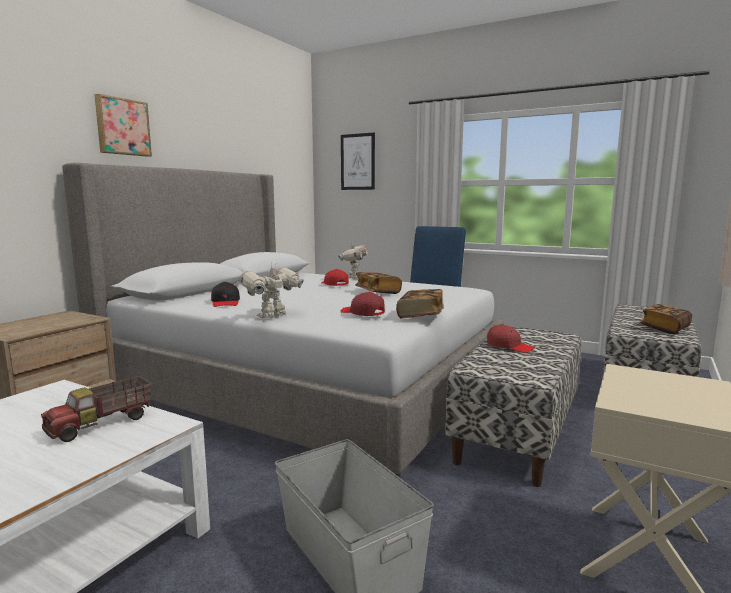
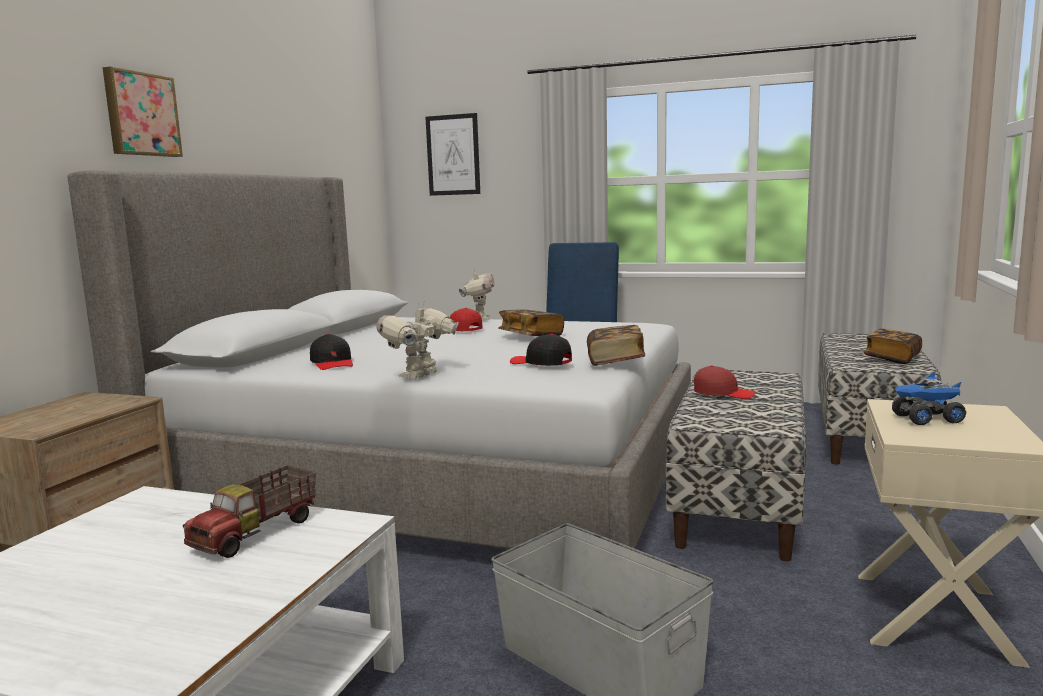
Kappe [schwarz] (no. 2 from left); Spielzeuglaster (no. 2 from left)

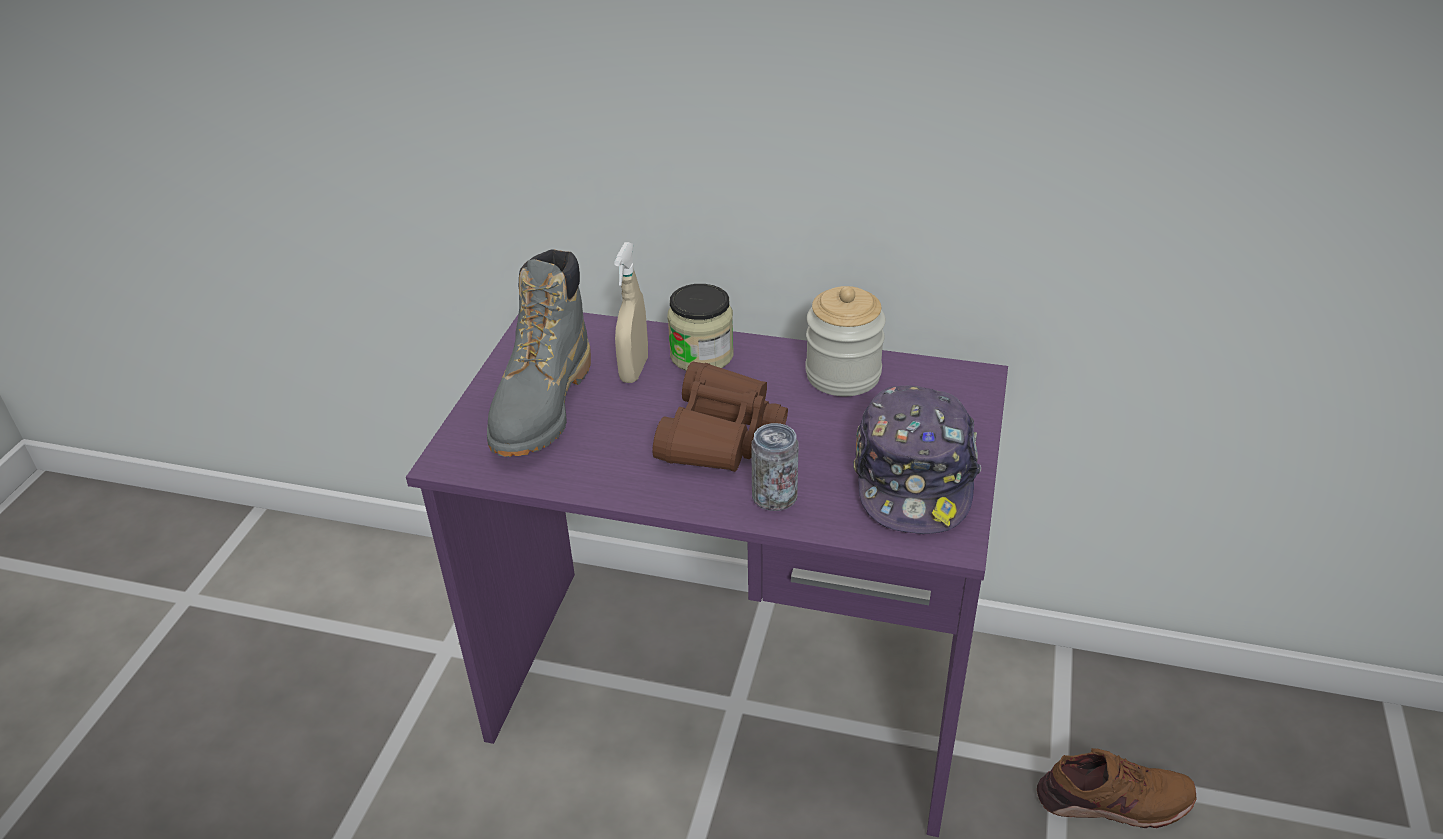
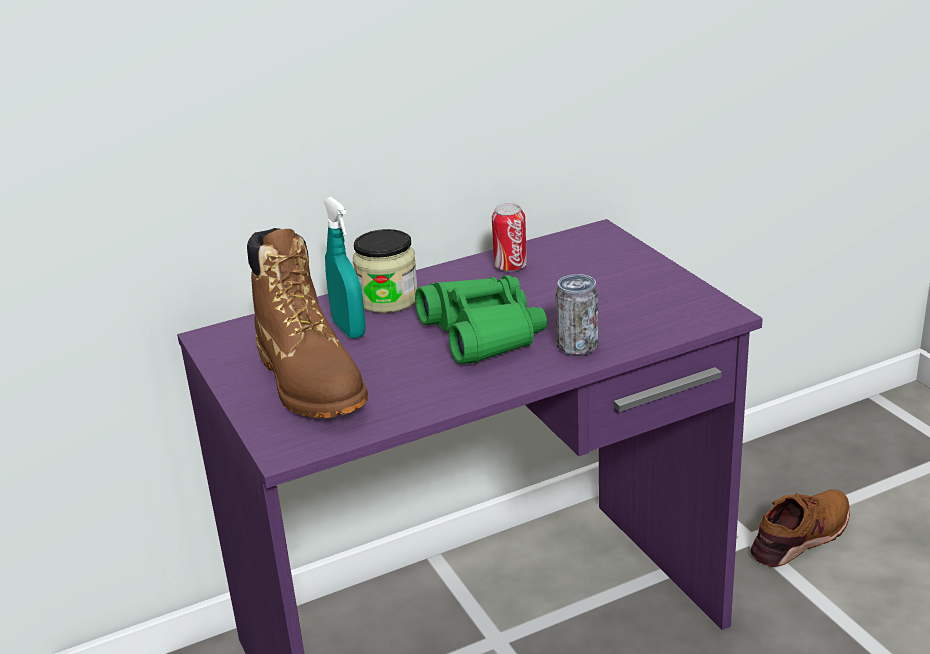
Sprühflasche [türkis]; Stiefel [braun]; Dose (no. 1 from left); Fernglas [grün]; Kappe

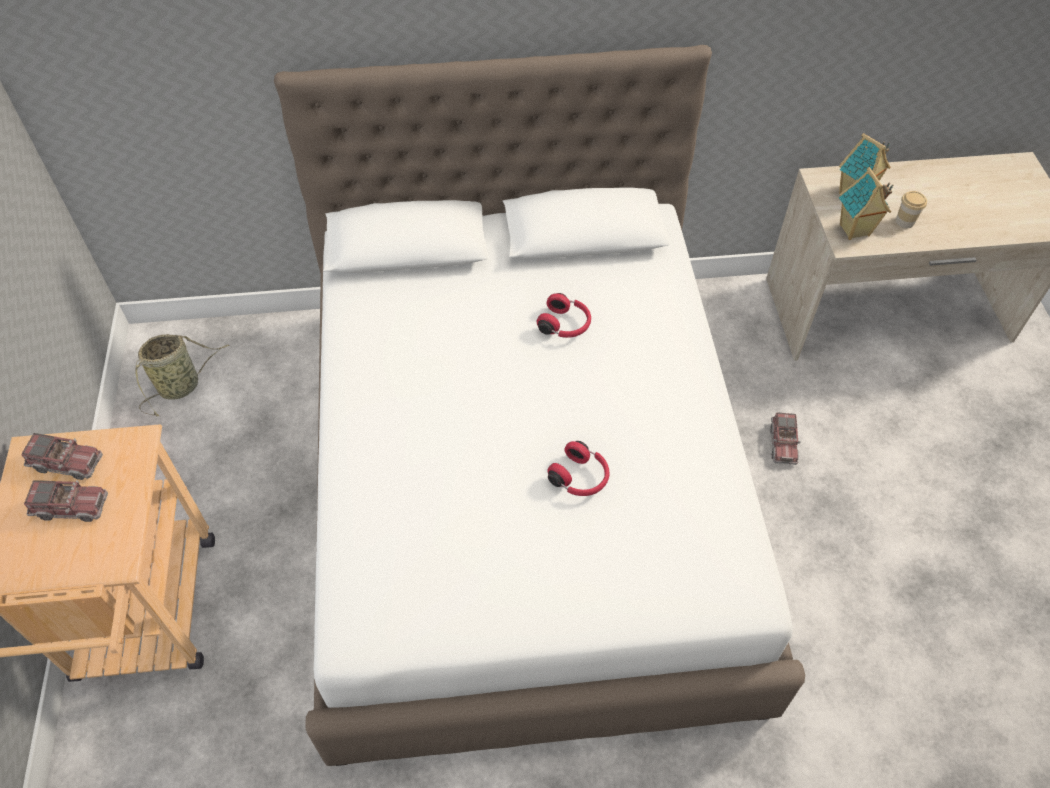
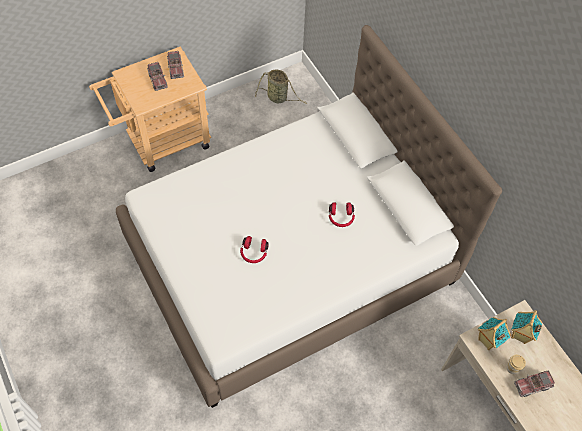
Spielzeuglaster (no. 3 from left)

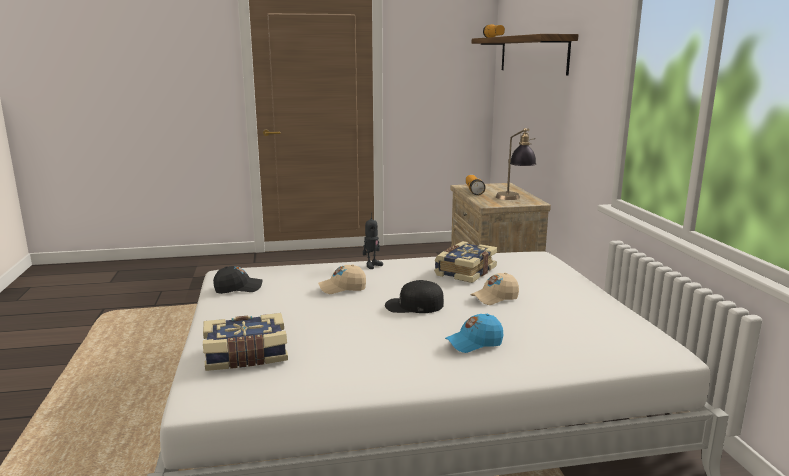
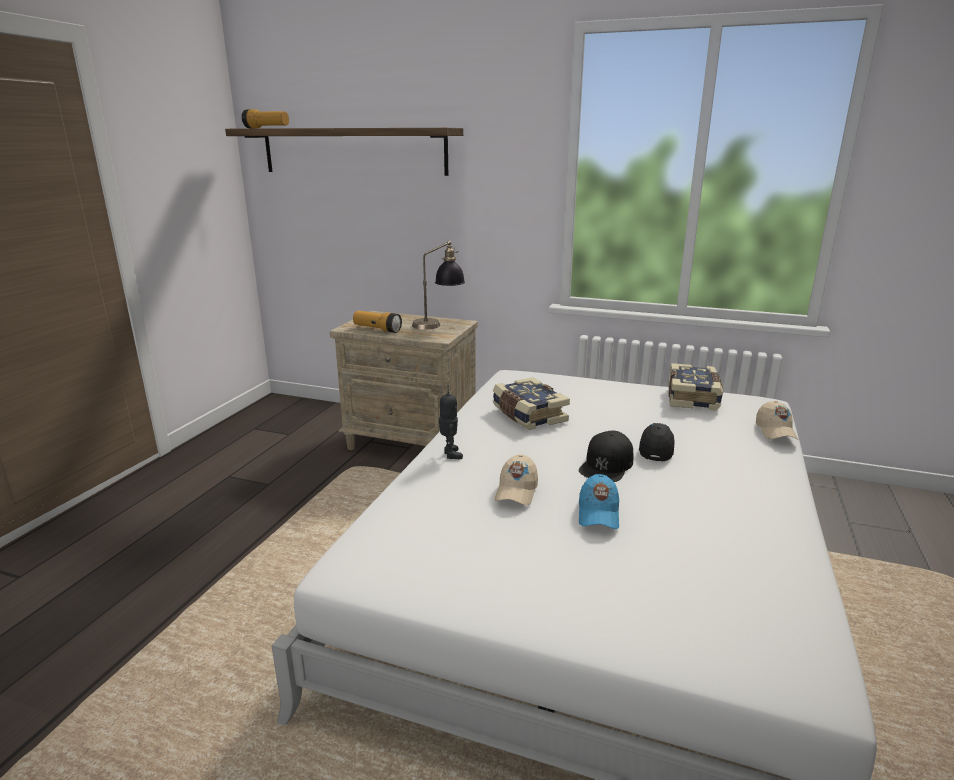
Kappe [schwarz] (no. 2 from left); Kappe [beige] (no. 2 from left); Buch (no. 2 from left); Kappe [blau]

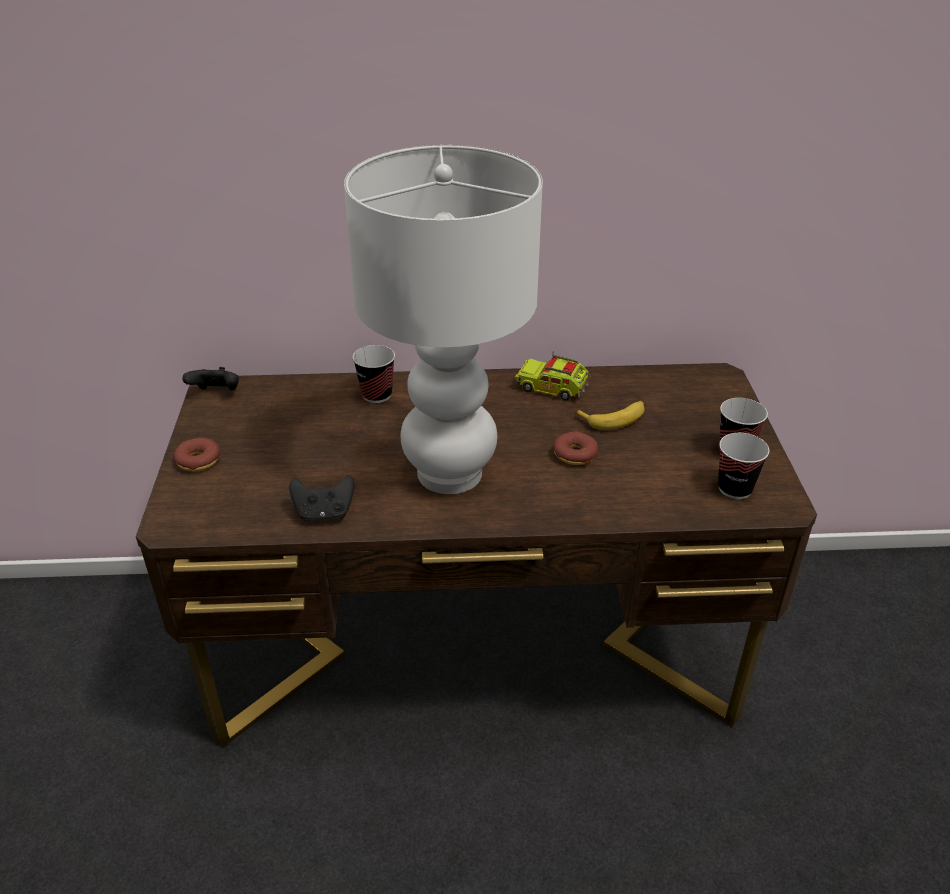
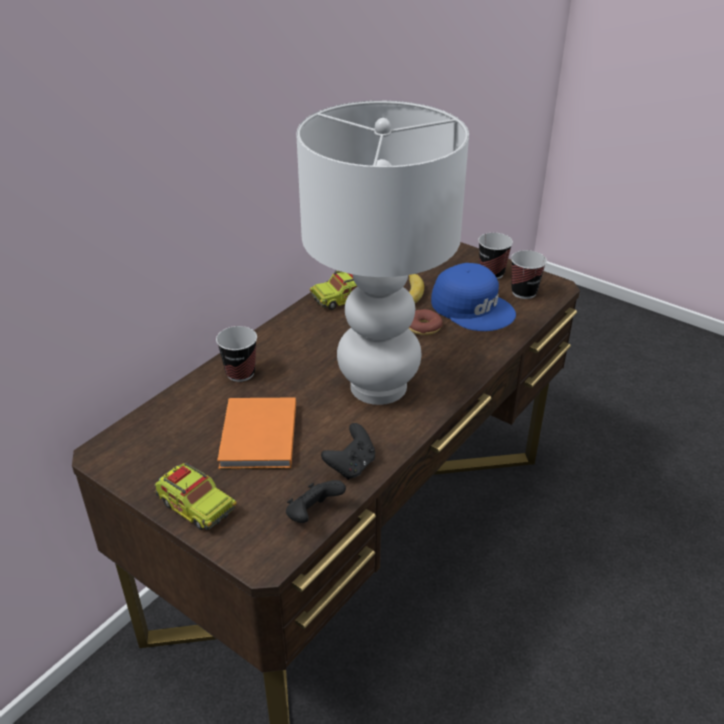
Gamepad [schwarz] (no. 1 from left); Spielzeuglaster (no. 1 from left); Kappe [blau]; Buch [orange]

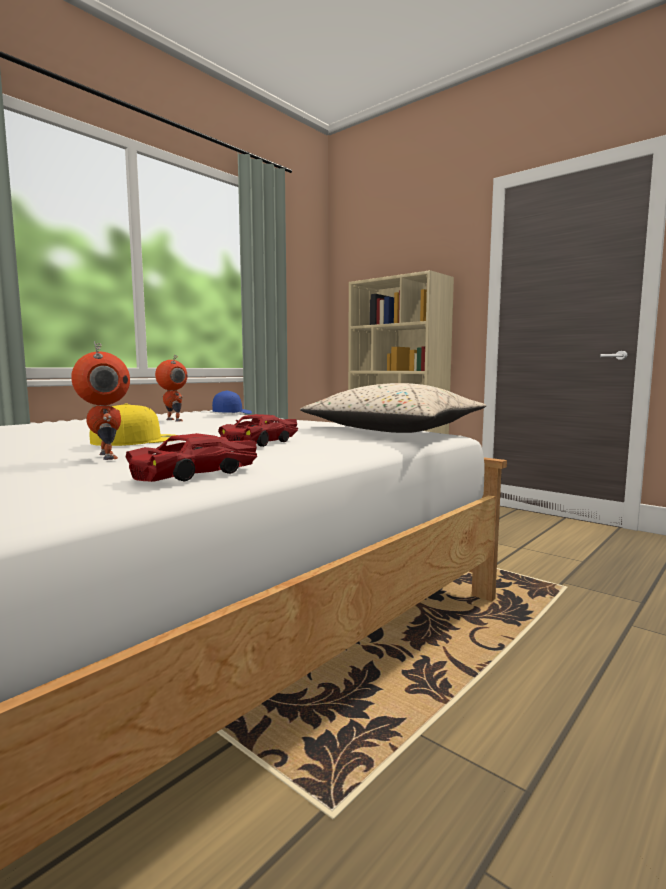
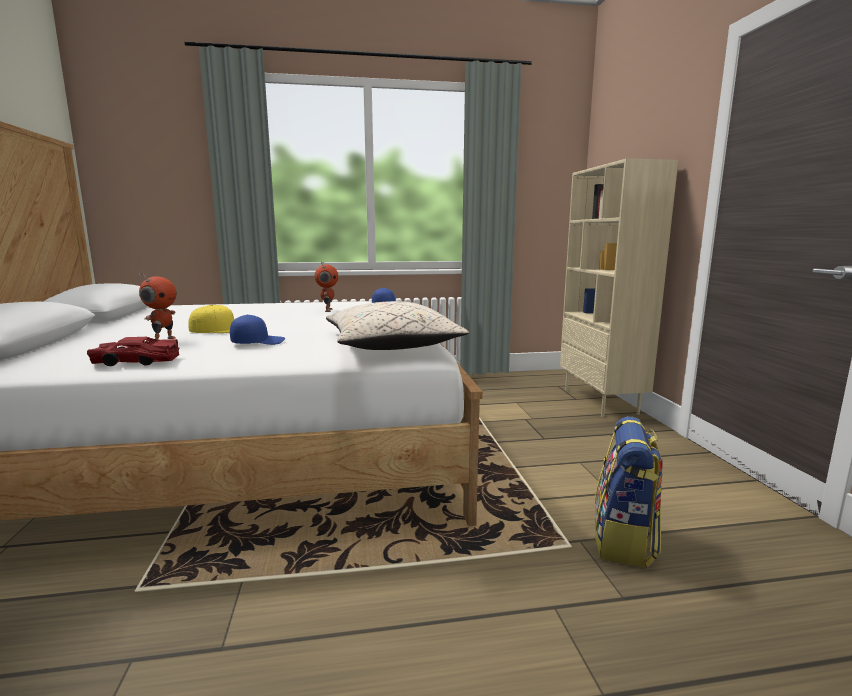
Kappe [blau] (no. 1 from left); Rucksack

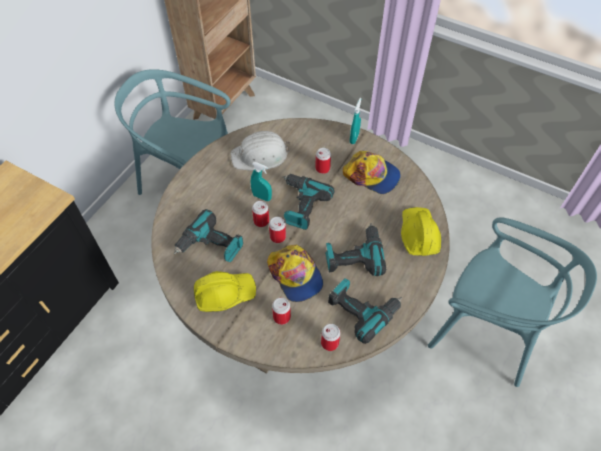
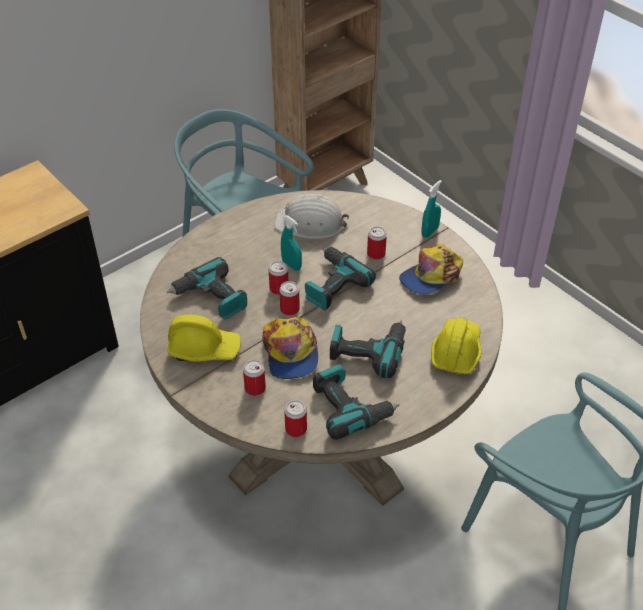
Kappe (no. 2 from left)

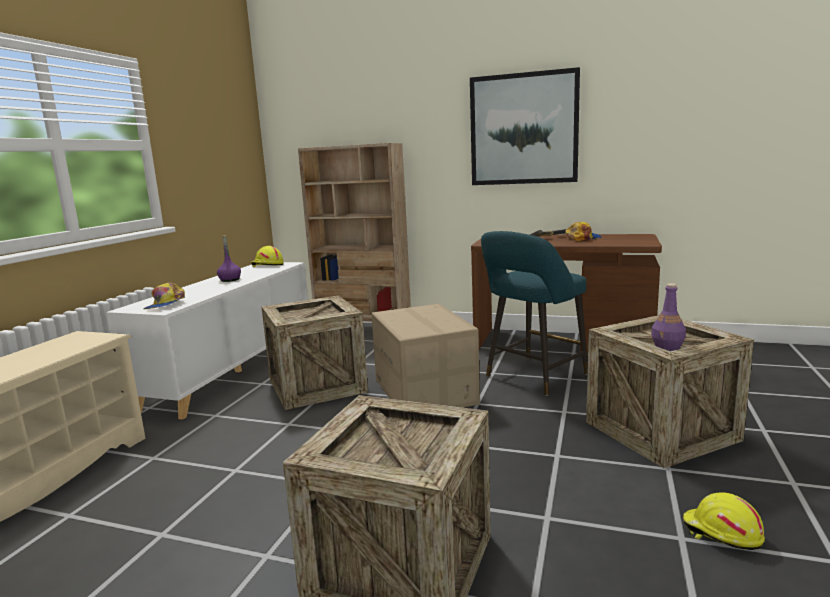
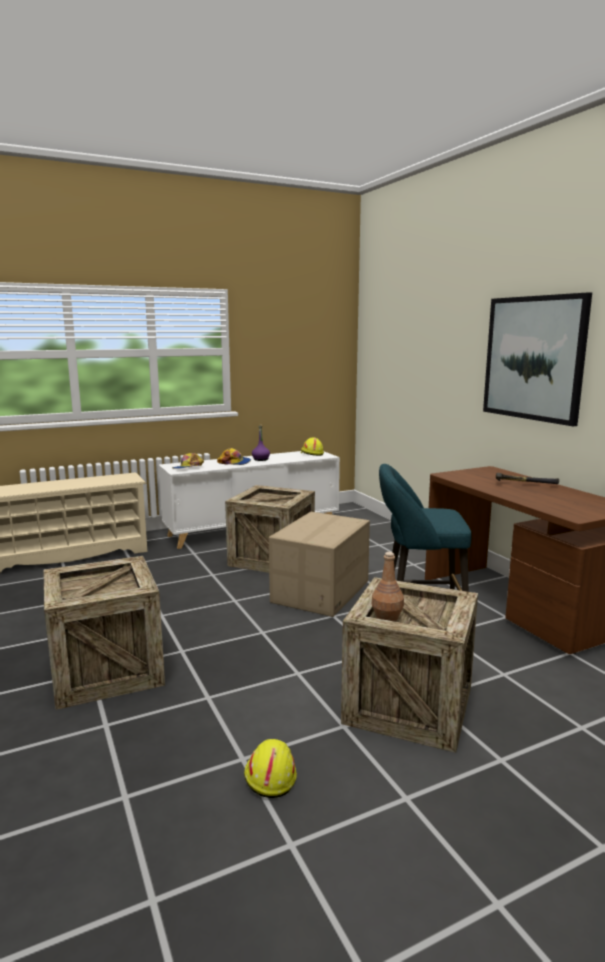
Bücherregal [beige]; Kappe (no. 2 from left); Flasche [braun]

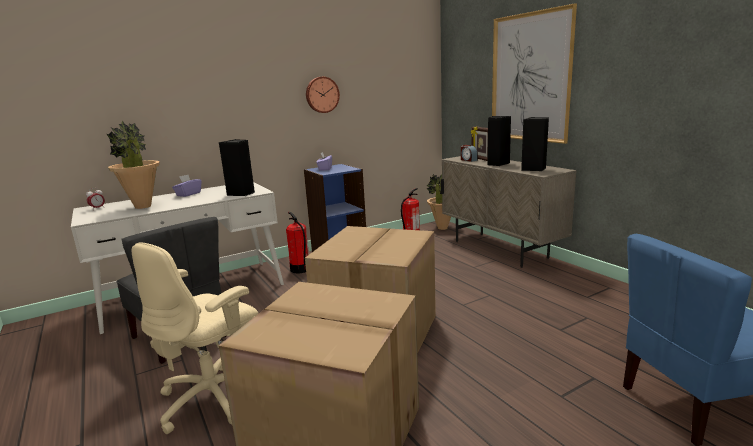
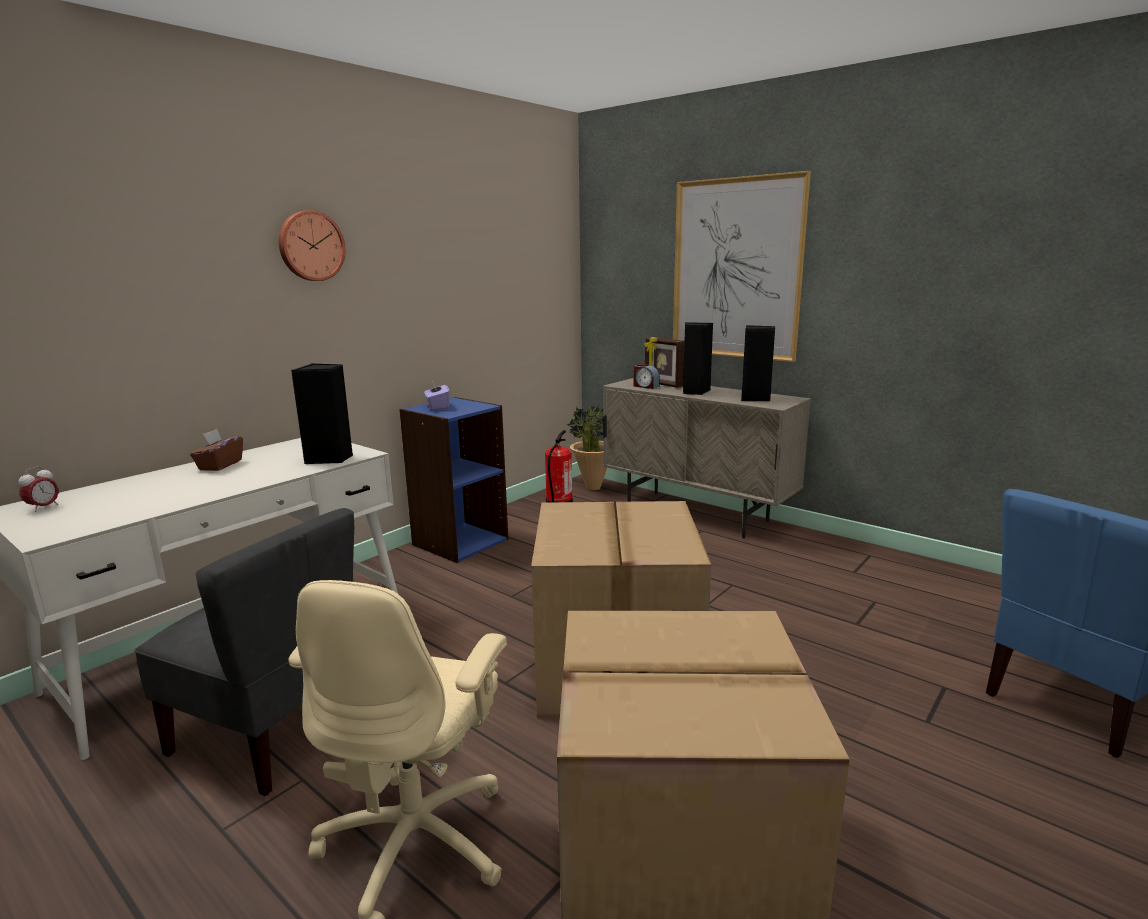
Wanduhr; Topfpflanze (no. 1 from left in the first image); Taschentuchbox [braun]; Feuerlöscher (no. 1 from left in the first image)

